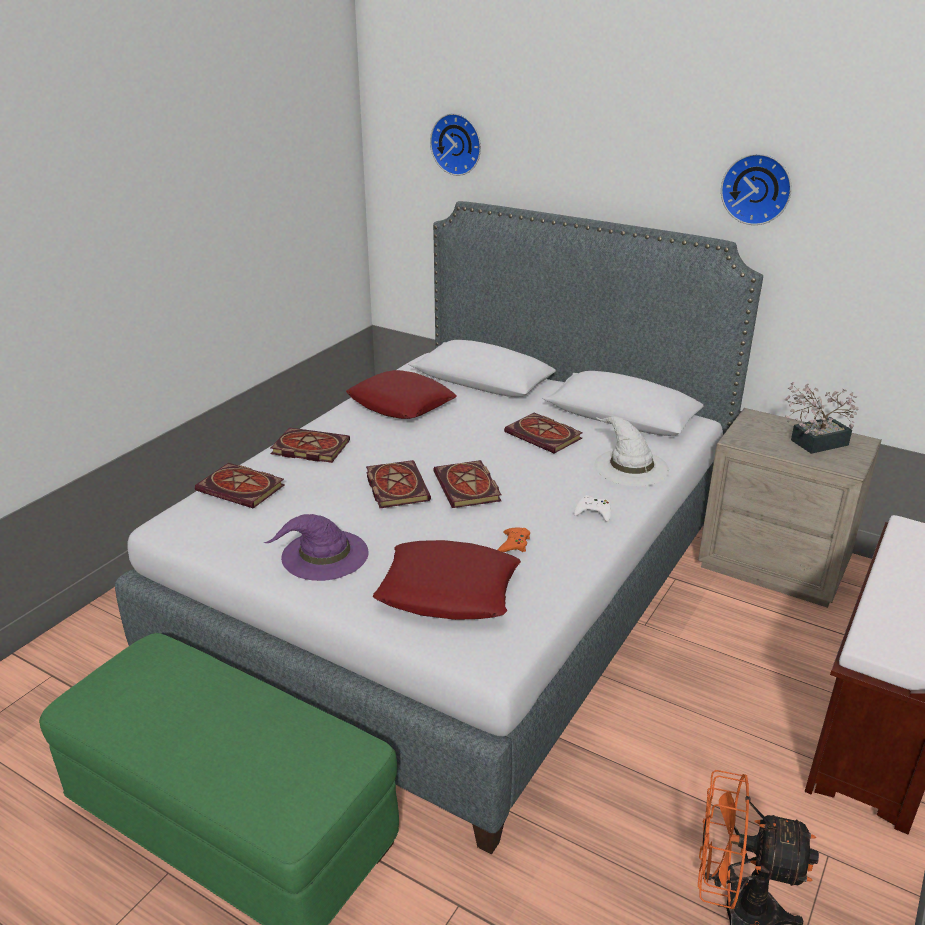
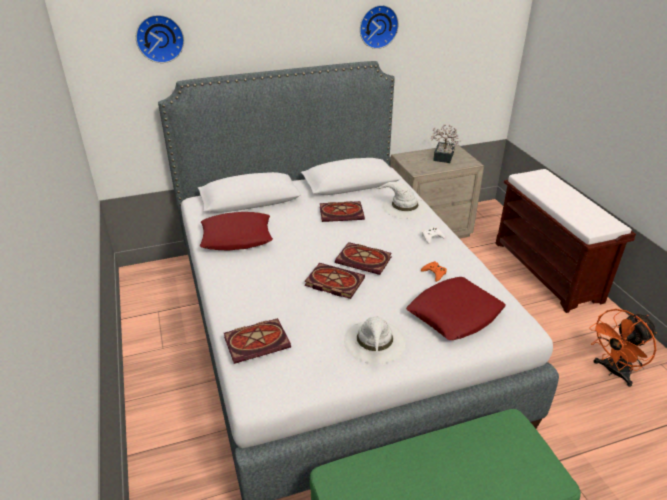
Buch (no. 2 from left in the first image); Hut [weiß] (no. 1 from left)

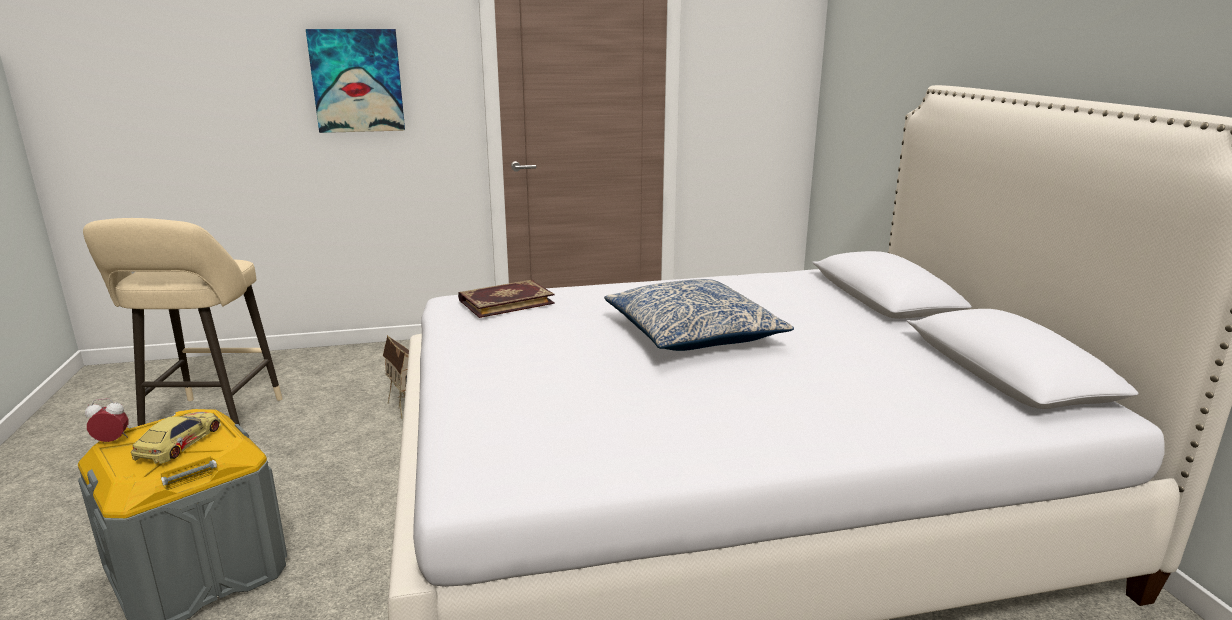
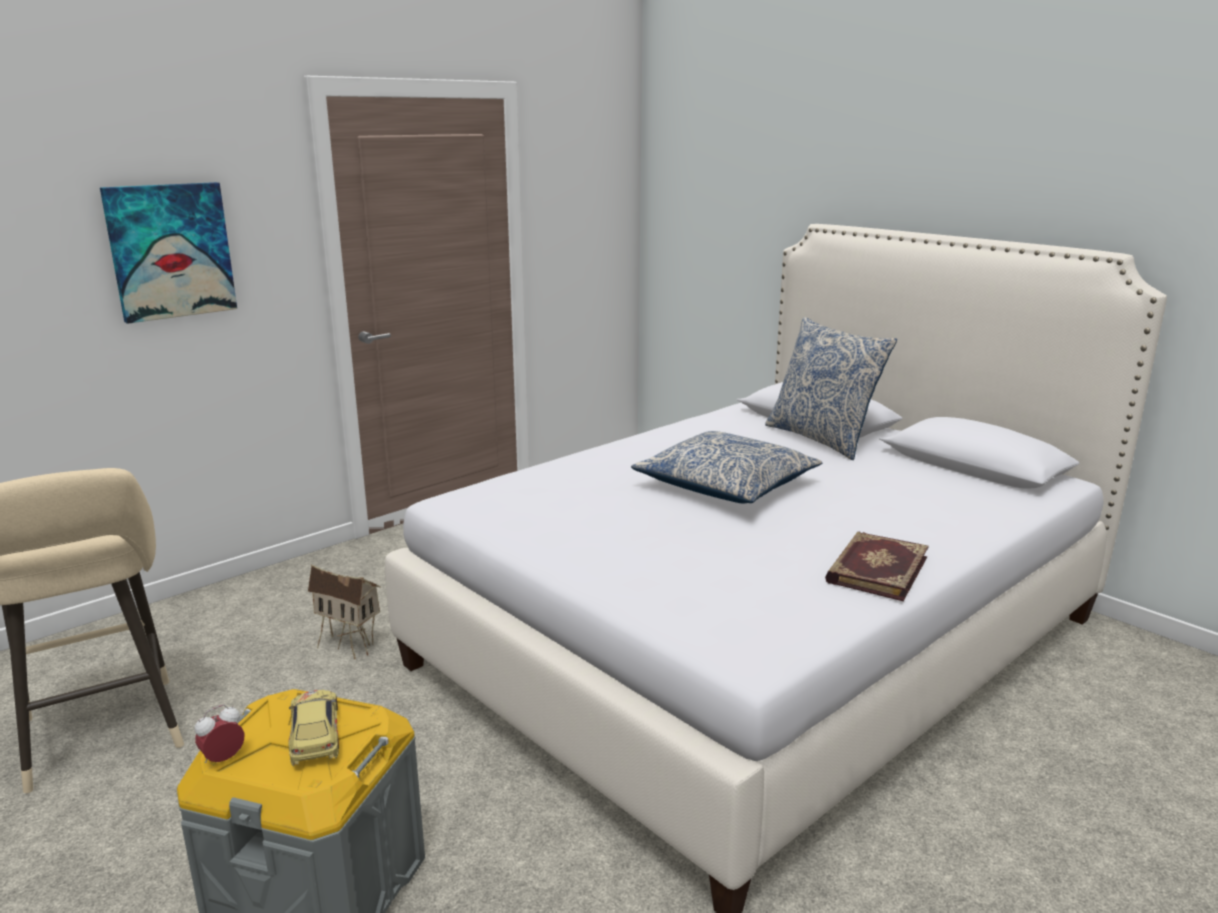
Buch; Kissen (no. 2 from left)

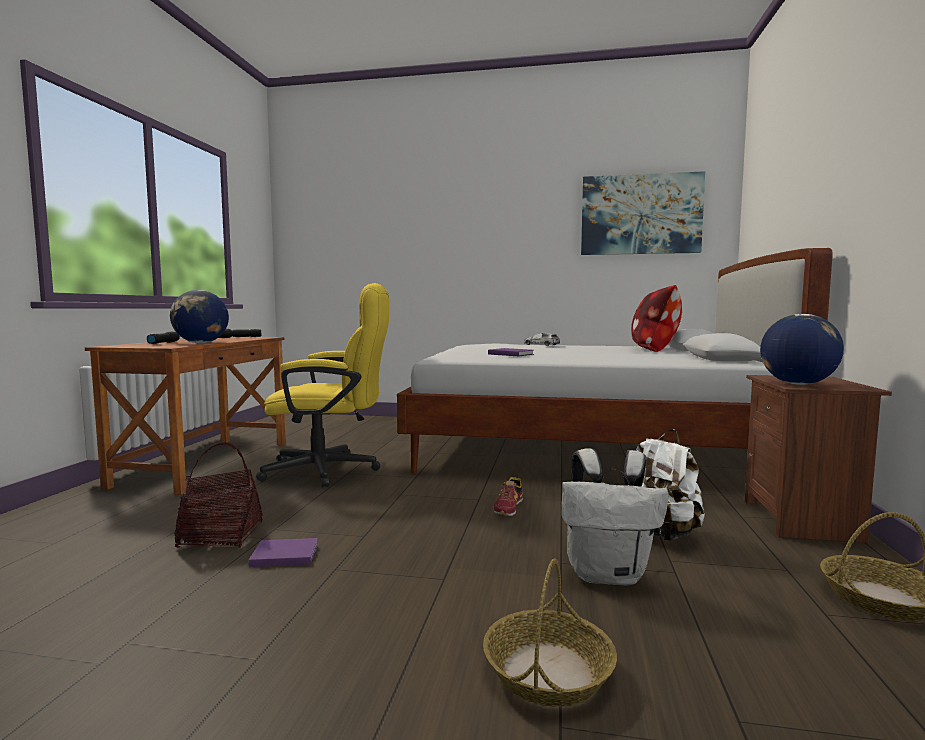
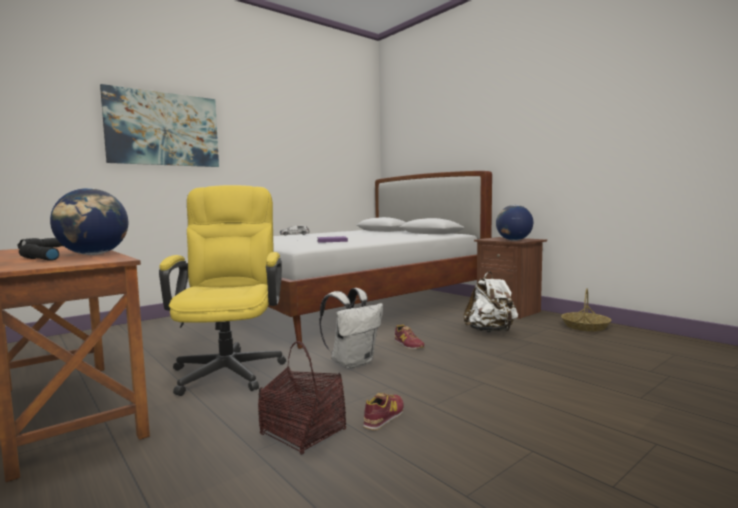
Bild; Bürostuhl [gelb]; Kissen; Rucksack [weiß] (no. 1 from left); Schuh (no. 1 from left); Korb (no. 2 from left in the first image)

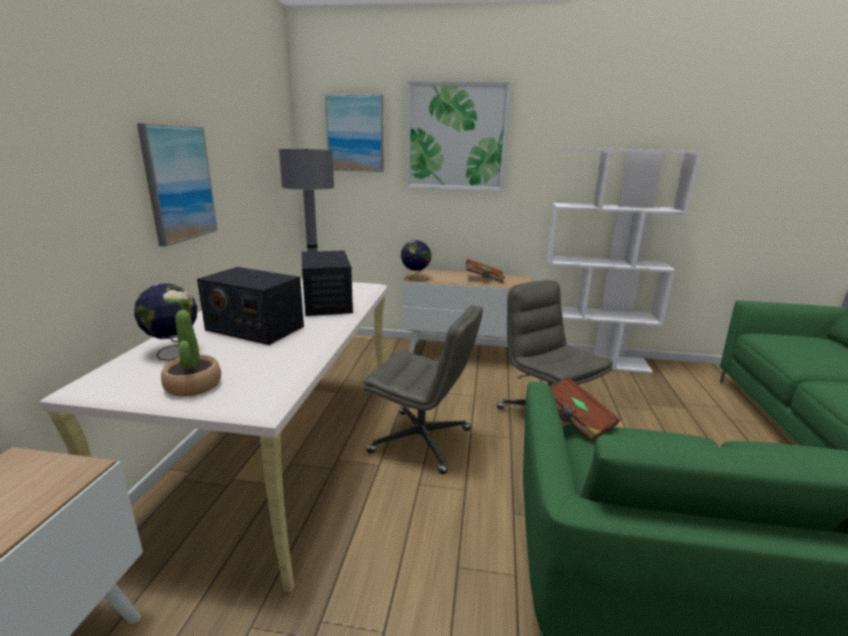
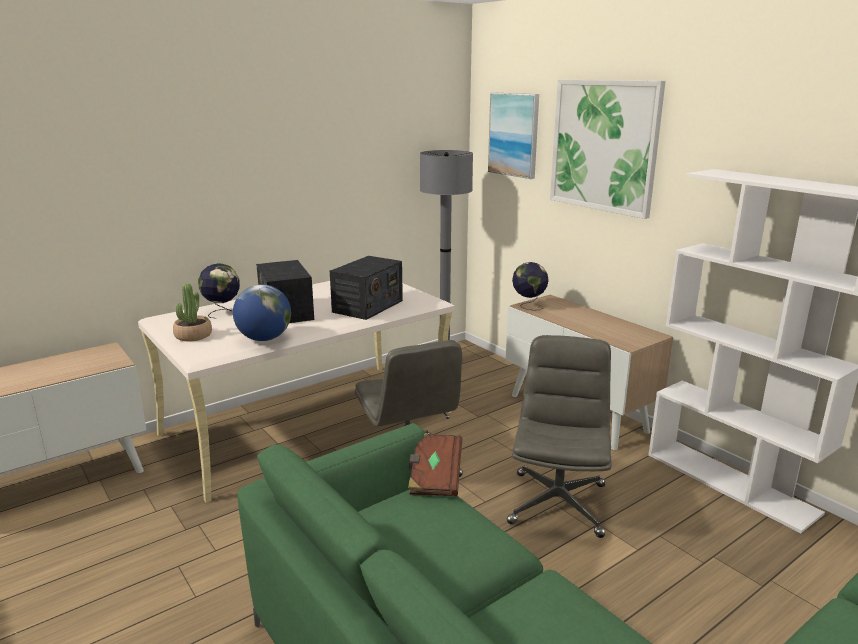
Bild (no. 1 from left in the first image); Buch [braun] (no. 1 from left in the first image); Globus (no. 2 from left)

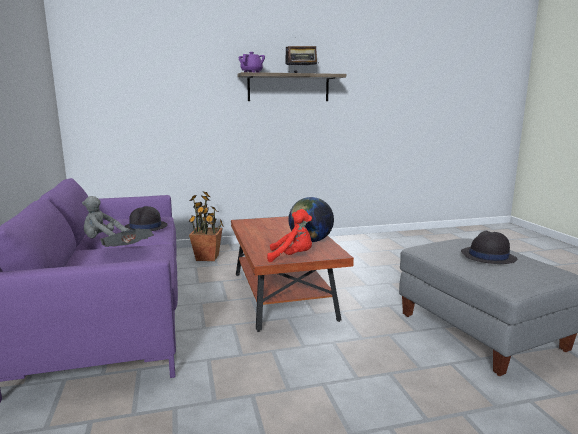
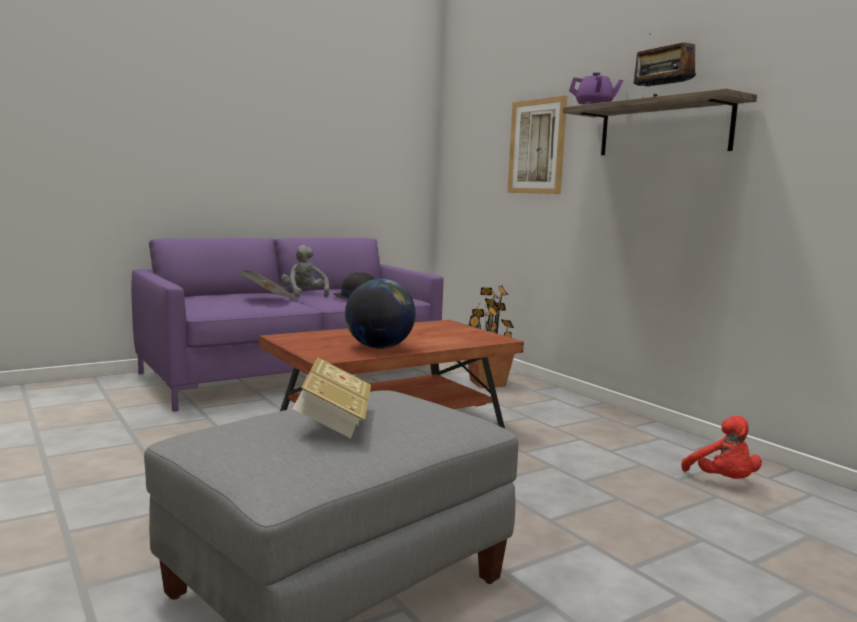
Plüschtier [rot]; Buch; Bild

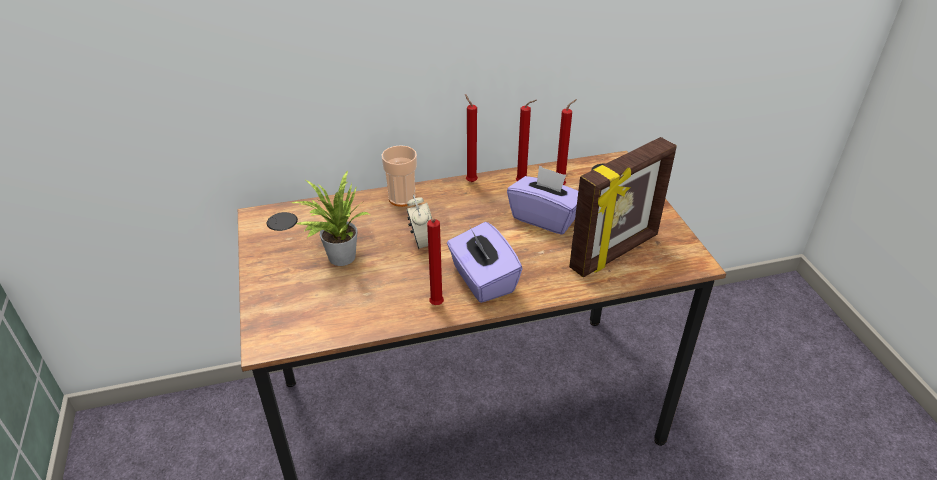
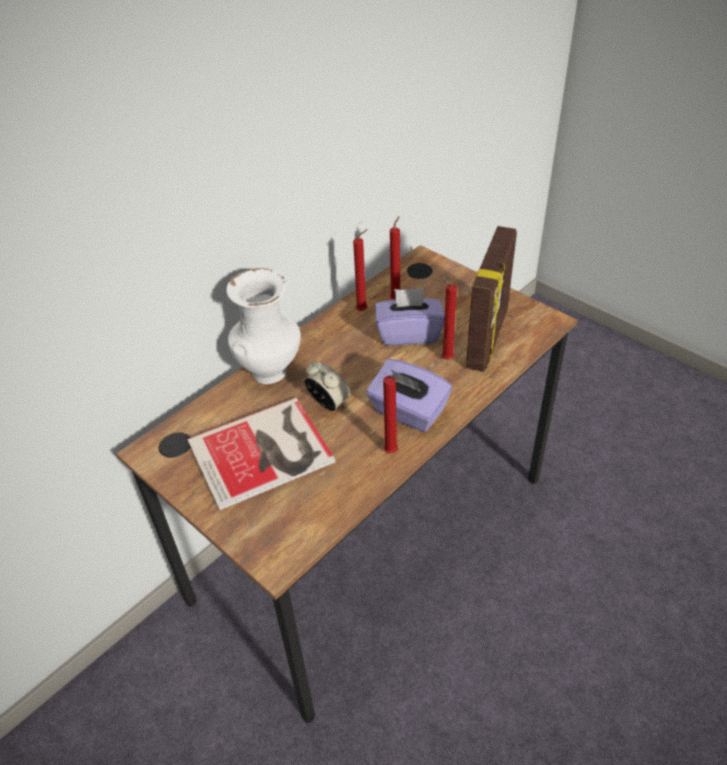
Kerze [rot] (no. 4 from left); Vase [weiß]; Buch

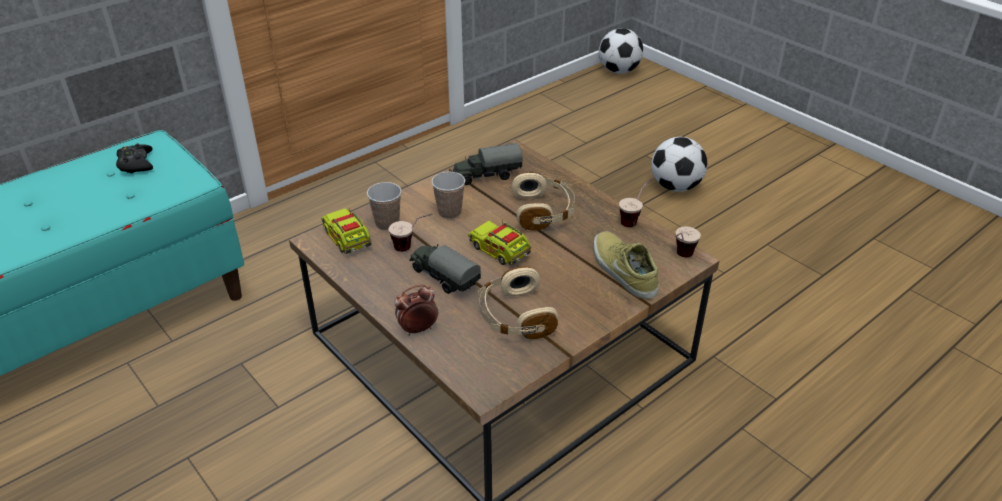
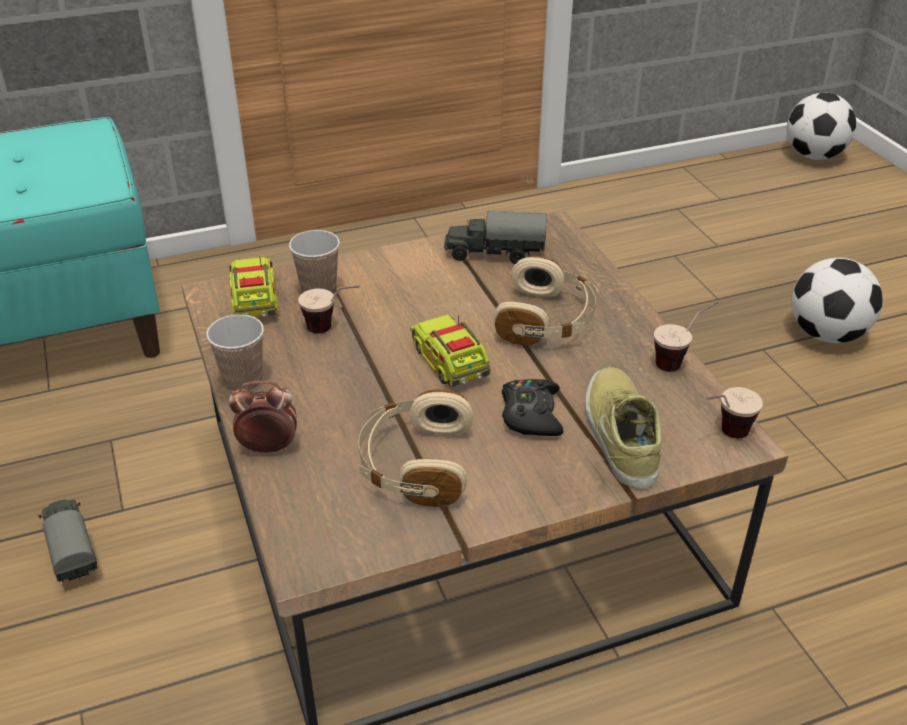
Gamepad [schwarz]; Tasse (no. 1 from left); Spielzeuglaster (no. 1 from left)

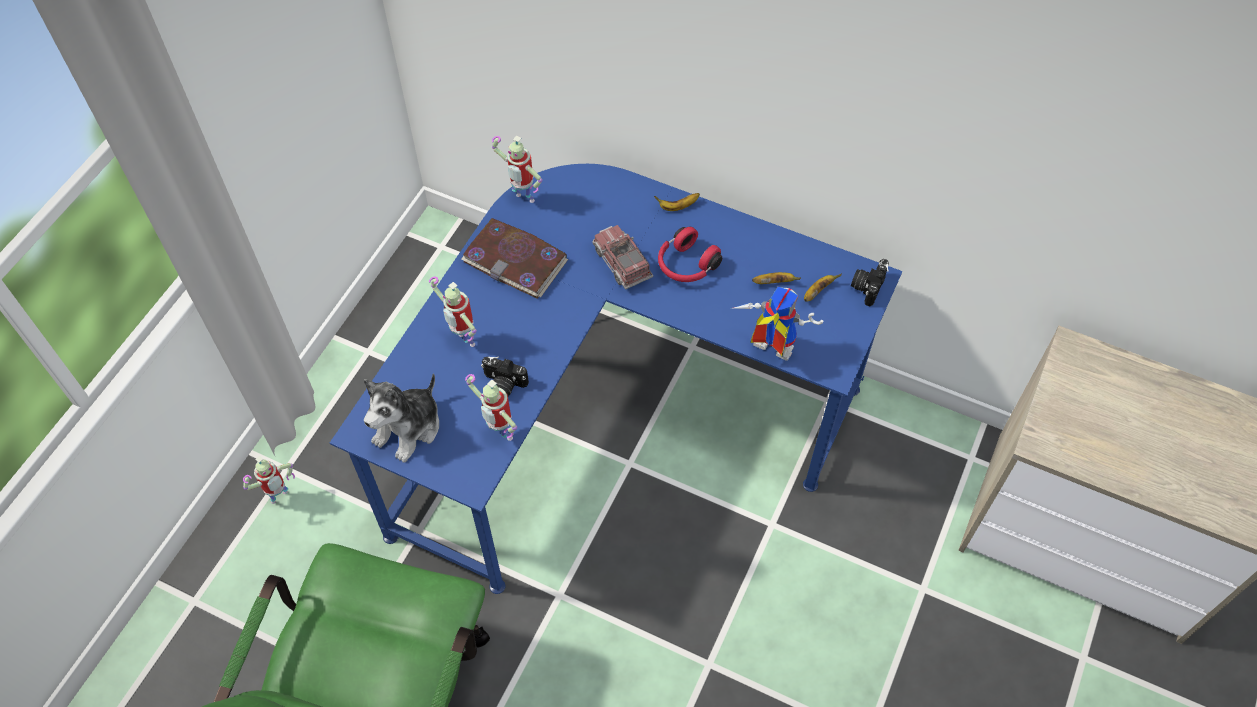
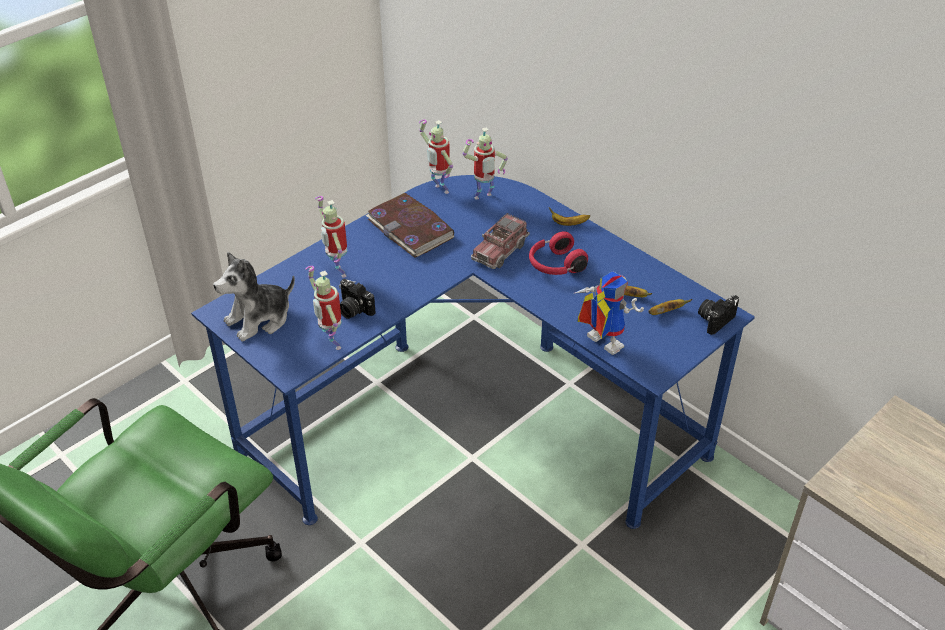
Spielzeuglaster; Spielzeugroboter (no. 4 from left)

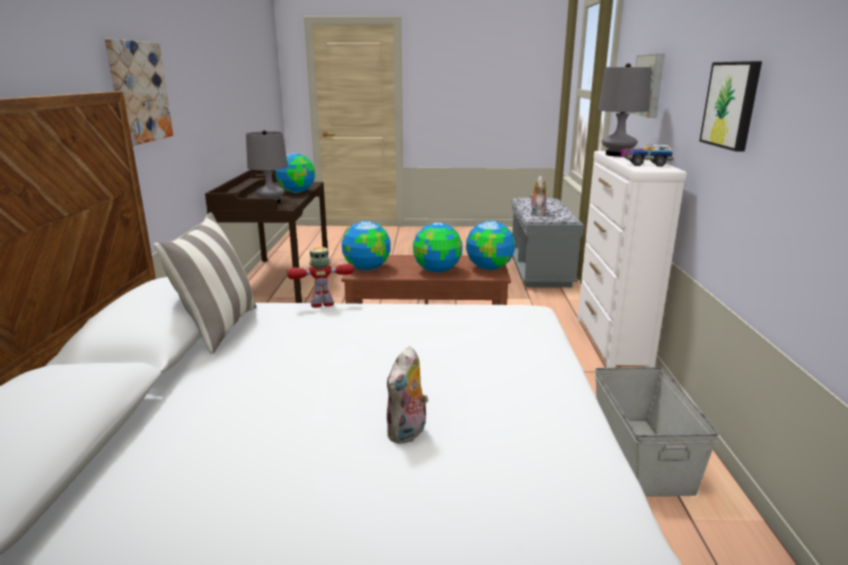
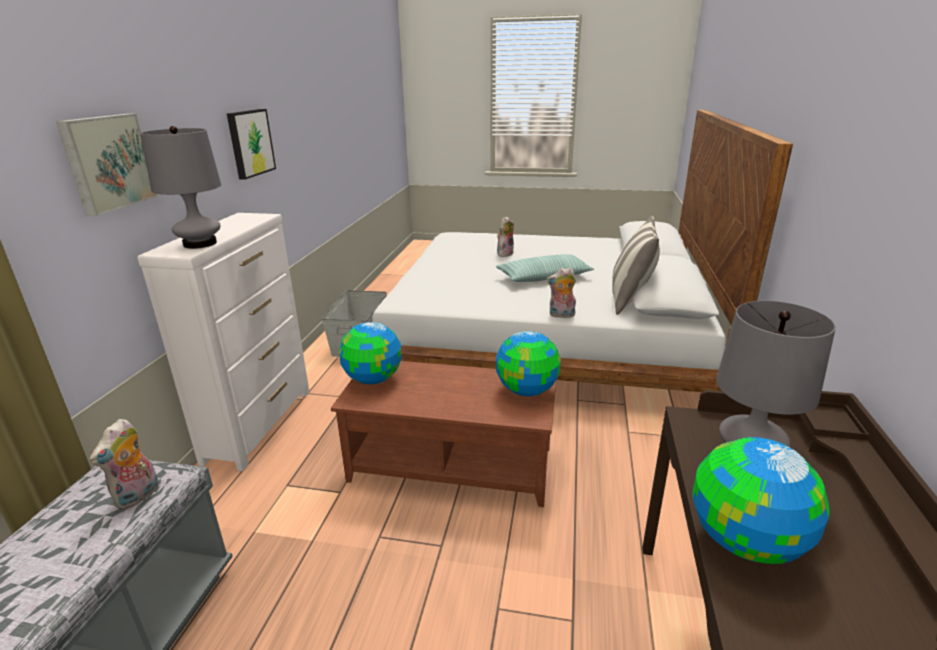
Bild (no. 1 from left in the first image); Spielzeuglaster; Globus (no. 3 from left in the first image); Plüschtier (no. 3 from left); Kissen (no. 1 from left)

